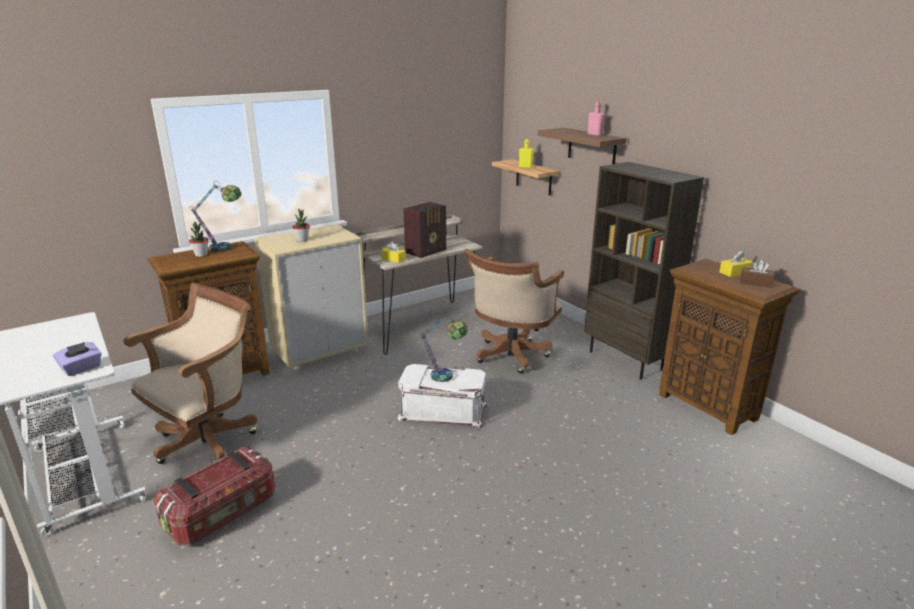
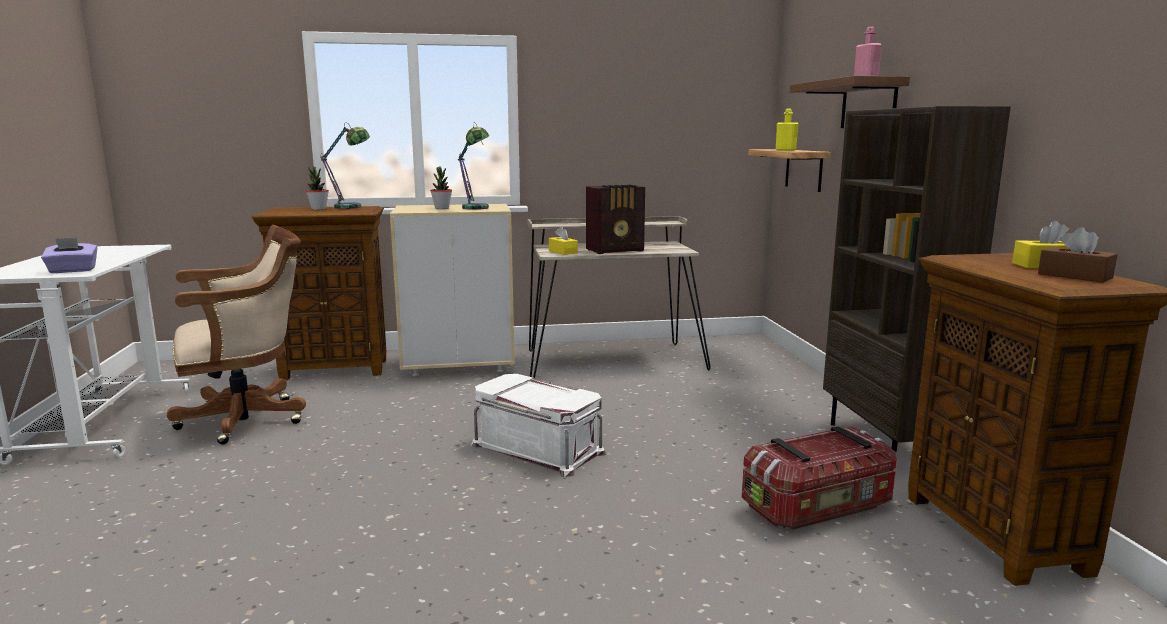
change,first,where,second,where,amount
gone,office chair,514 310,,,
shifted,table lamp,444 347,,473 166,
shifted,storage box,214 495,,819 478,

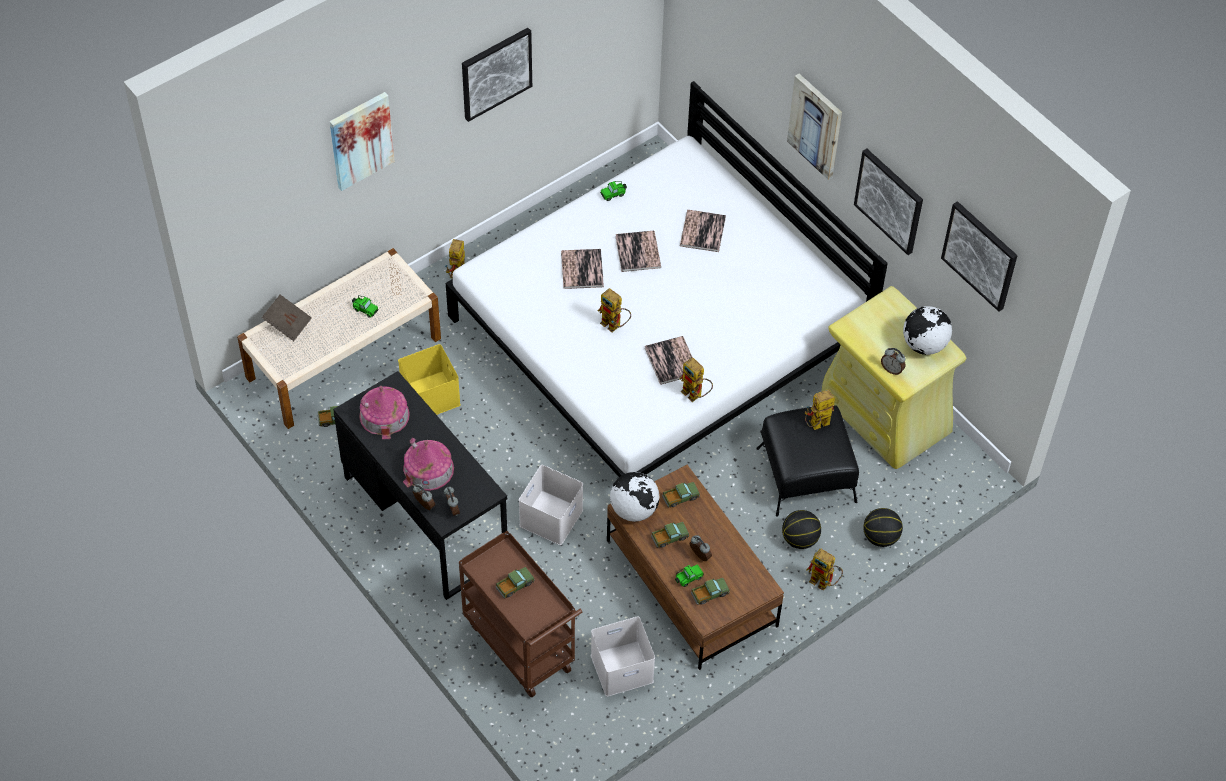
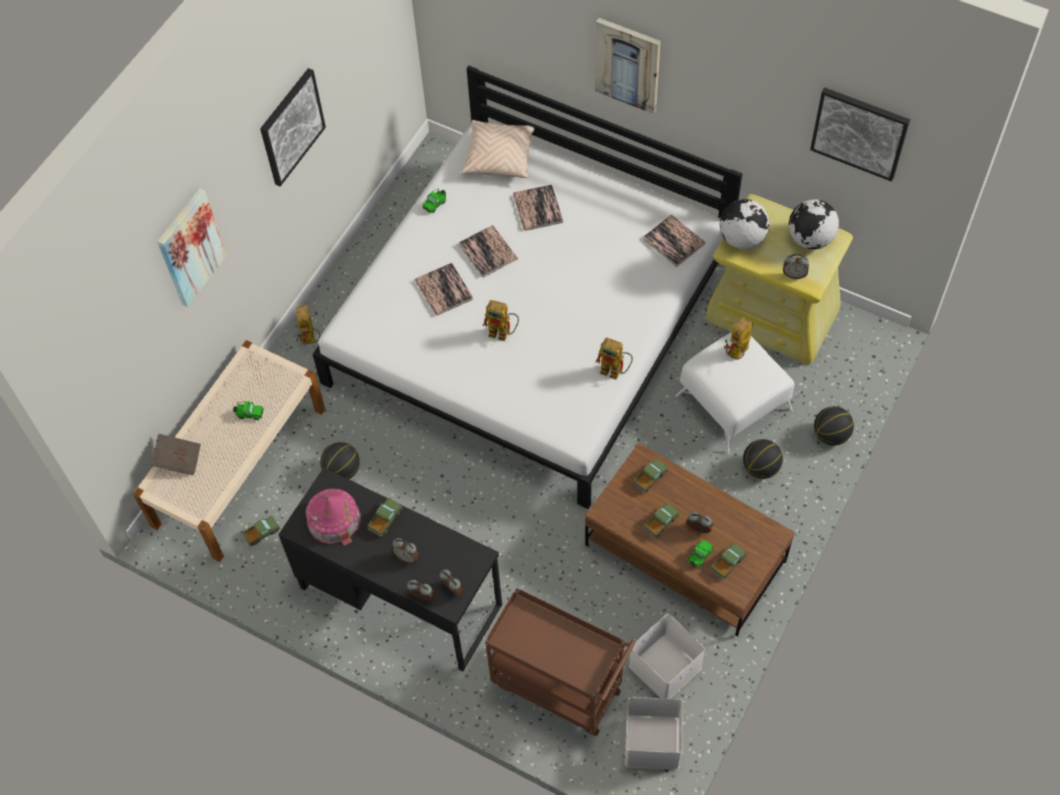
change,first,where,second,where,amount
gone,picture,888 202,,,
shifted,book,668 360,,674 241,
swapped,yellow storage box,429 379,basketball,340 460,
repainted,black ottoman,807 461,white ottoman,735 393,
swapped,toy house,428 464,alarm clock,405 551,
shifted,white storage box,551 505,,654 733,
shifted,globe,635 497,,745 224,
gone,toy robot,824 570,,,
shifted,toy truck,515 582,,385 517,
new,,,beige pillow,497 149,

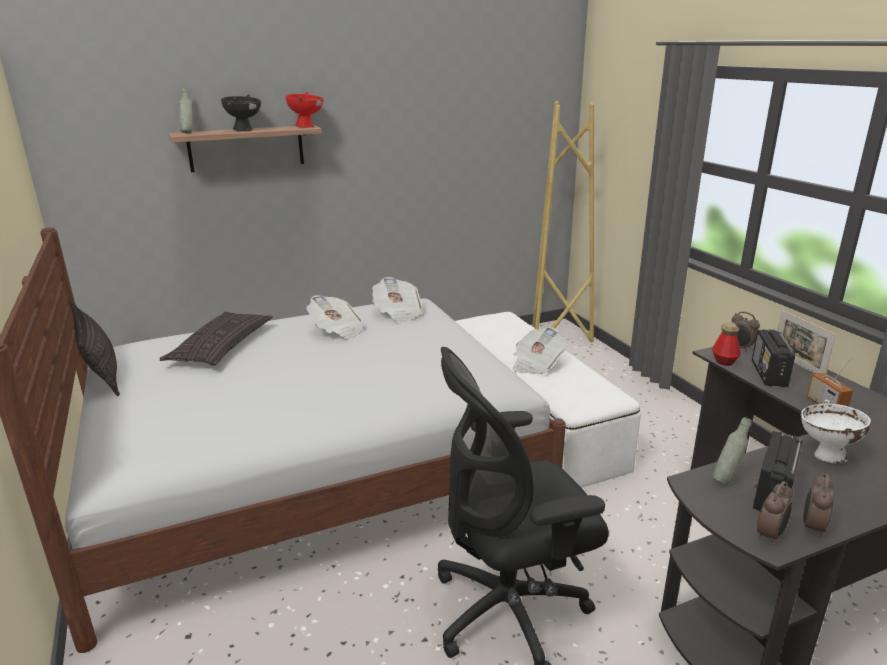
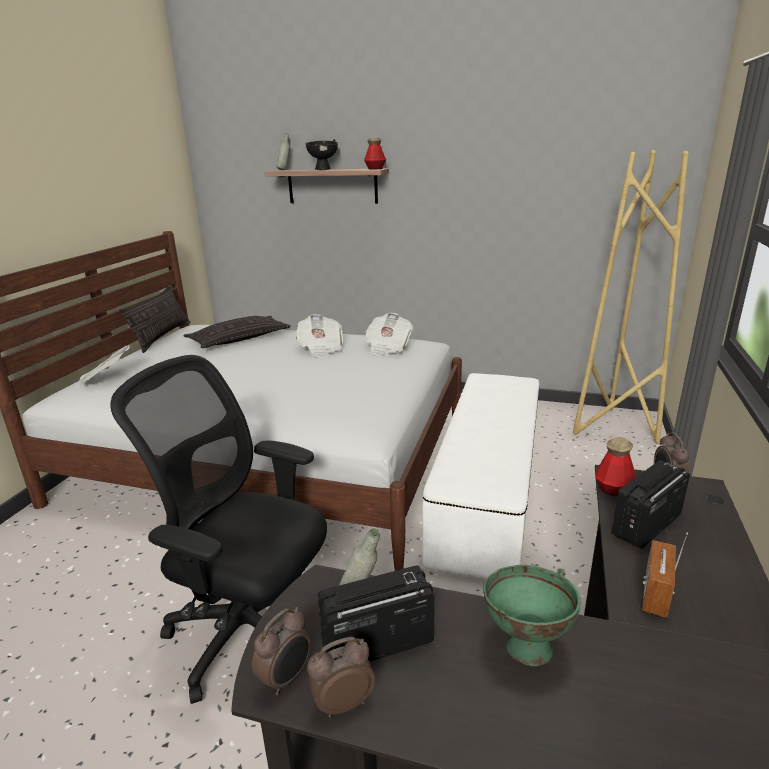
change,first,where,second,where,amount
swapped,red bowl,305 110,bottle,375 154,
gone,picture frame,806 342,,,
shifted,newspaper,540 350,,105 365,
repainted,white bowl,836 431,green bowl,532 615,
rotated,alarm clock,775 513,,281 651,45 degrees counterclockwise

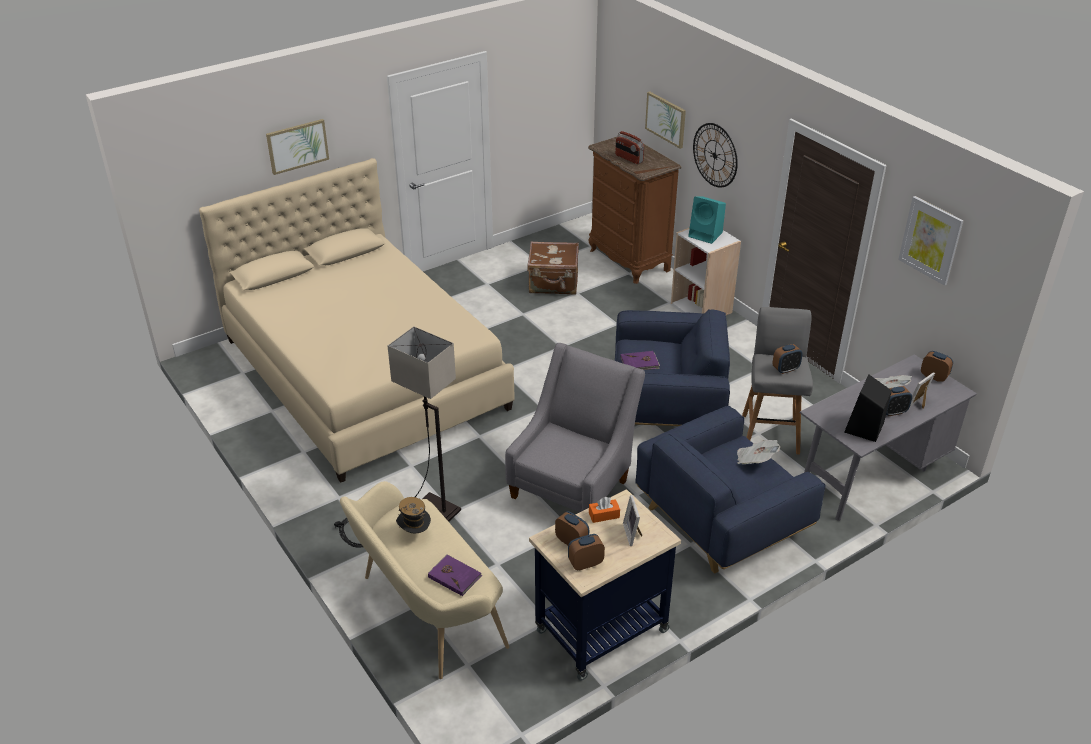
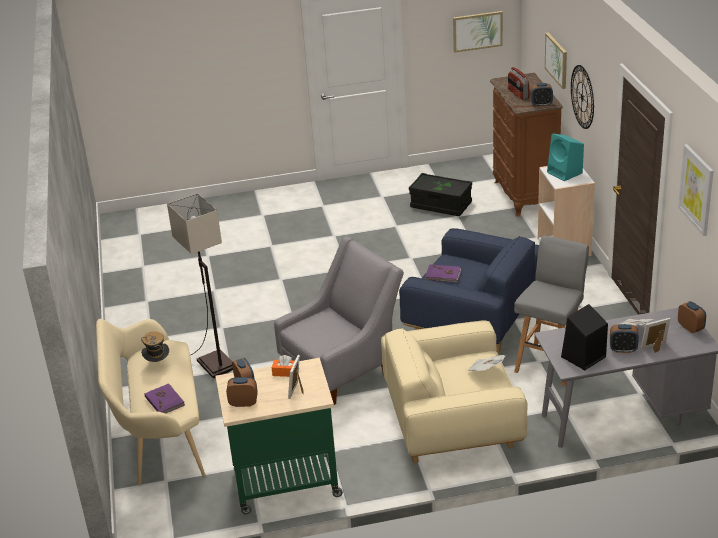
change,first,where,second,where,amount
shifted,picture,297 147,,478 32,
gone,beige bed,357 320,,,
swapped,brown suitcase,553 268,black storage box,440 194,
shifted,alarm clock,787 359,,542 95,
repainted,blue armchair,730 489,beige armchair,454 391,
repainted,blue cart,605 585,green cart,279 436,

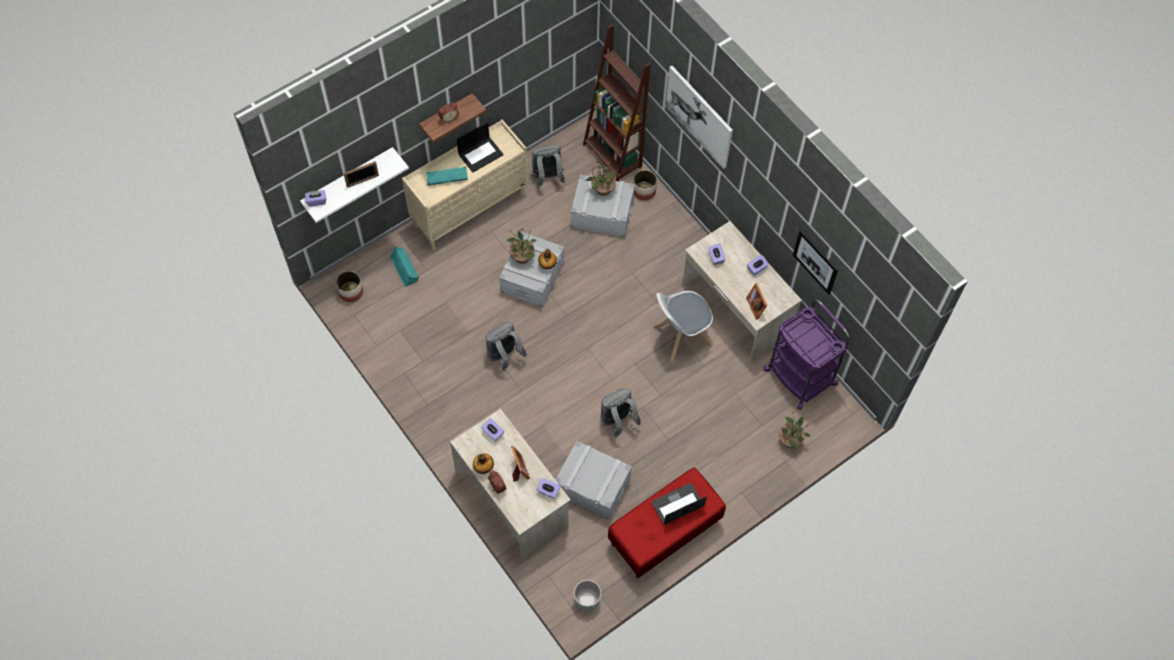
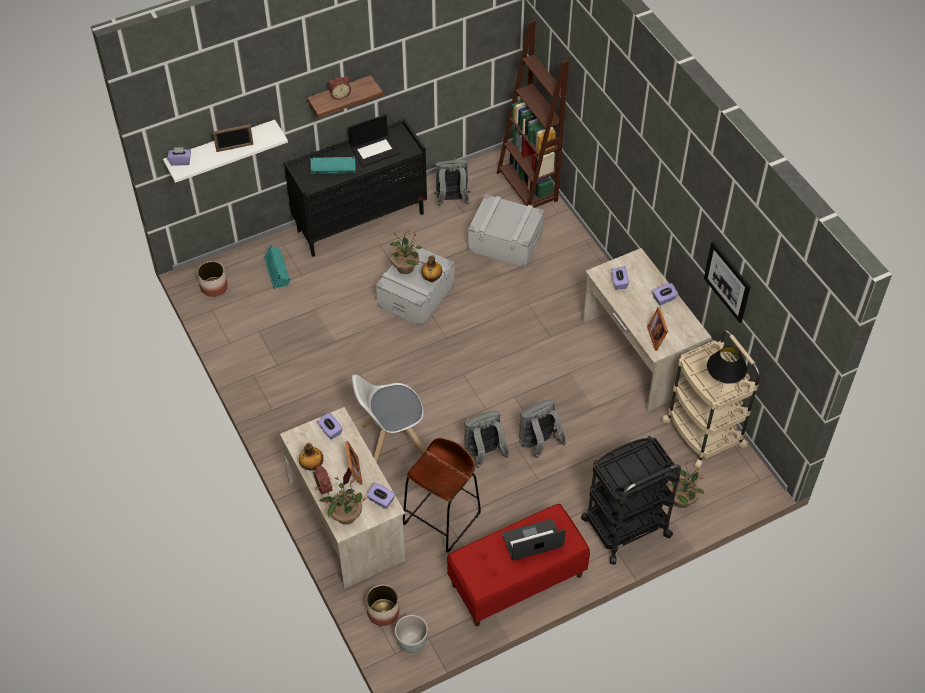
change,first,where,second,where,amount
gone,picture,699 117,,,
repainted,beige cabinet,465 184,black cabinet,355 188,
shifted,potted plant,603 178,,342 500,
shifted,planter,645 185,,382 605,
shifted,chair,683 326,,389 419,
repainted,purple cart,807 354,beige cart,711 399,
shifted,grey backpack,506 346,,542 429,
swapped,grey storage box,593 480,brown stool,442 495,
new,,,black table lamp,727 368,
new,,,black cart,631 500,

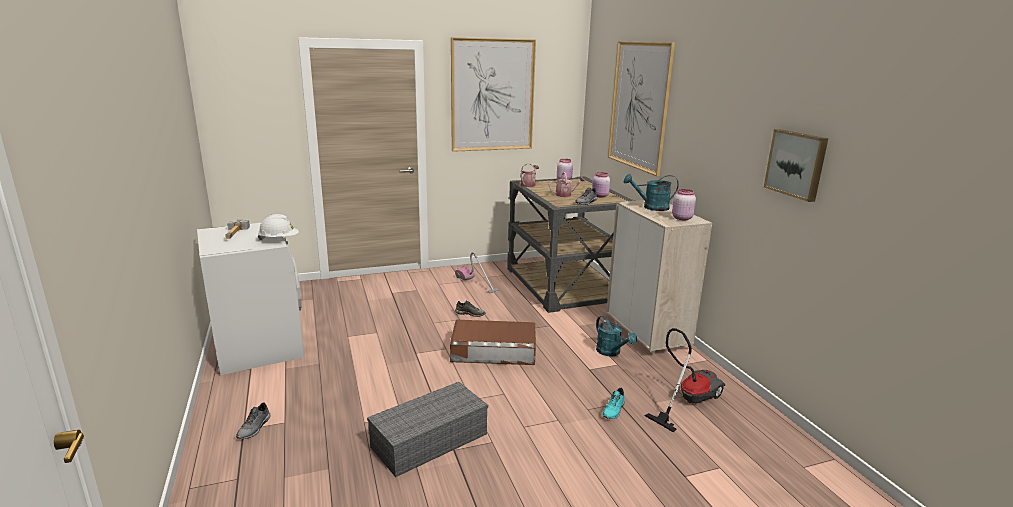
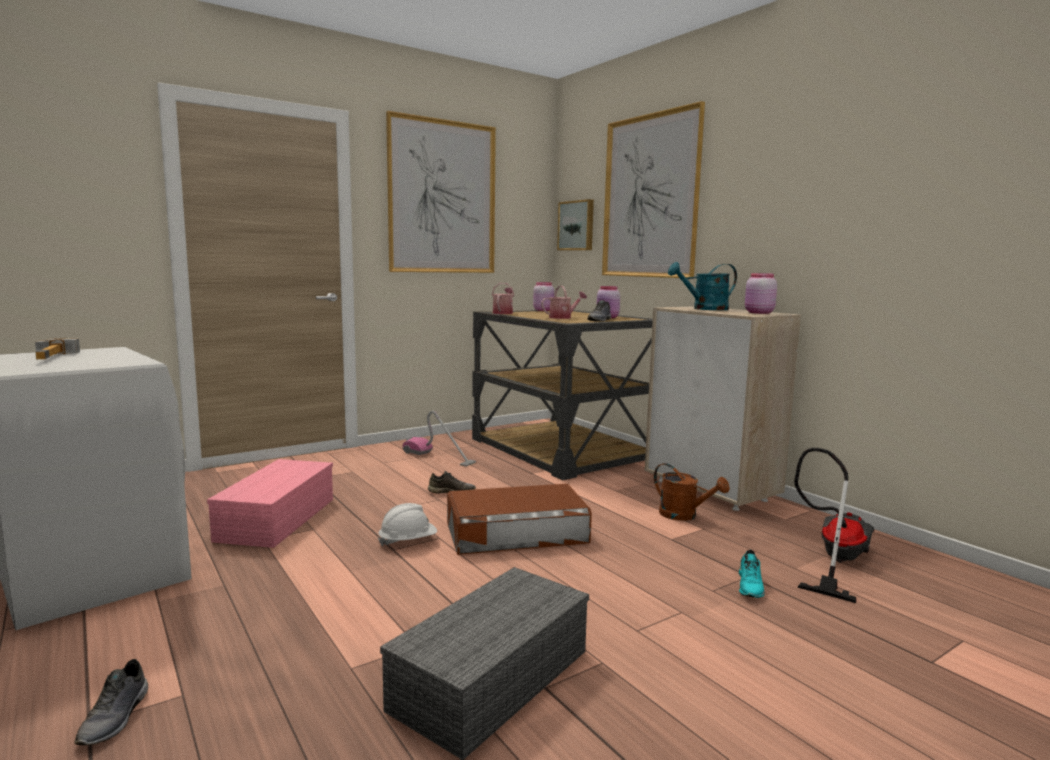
change,first,where,second,where,amount
shifted,picture,796 165,,575 225,
shifted,white hard hat,278 227,,407 525,
repainted,turquoise watering can,616 336,brown watering can,692 492,
new,,,pink storage box,270 503,

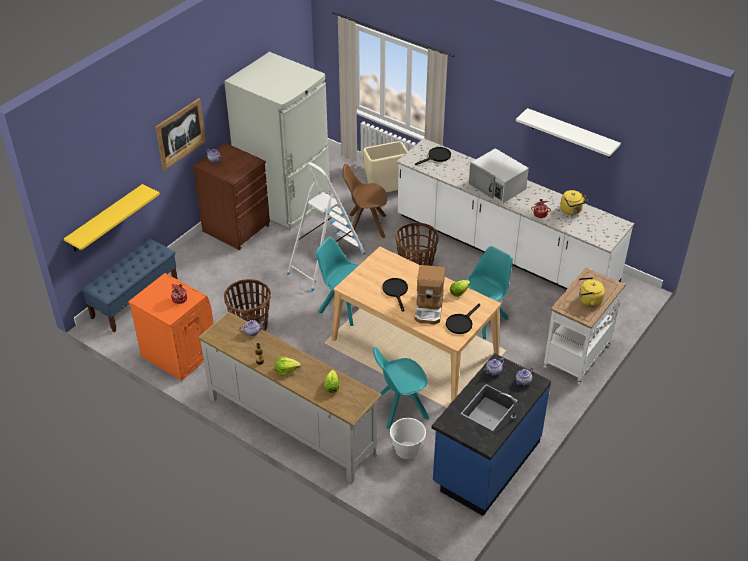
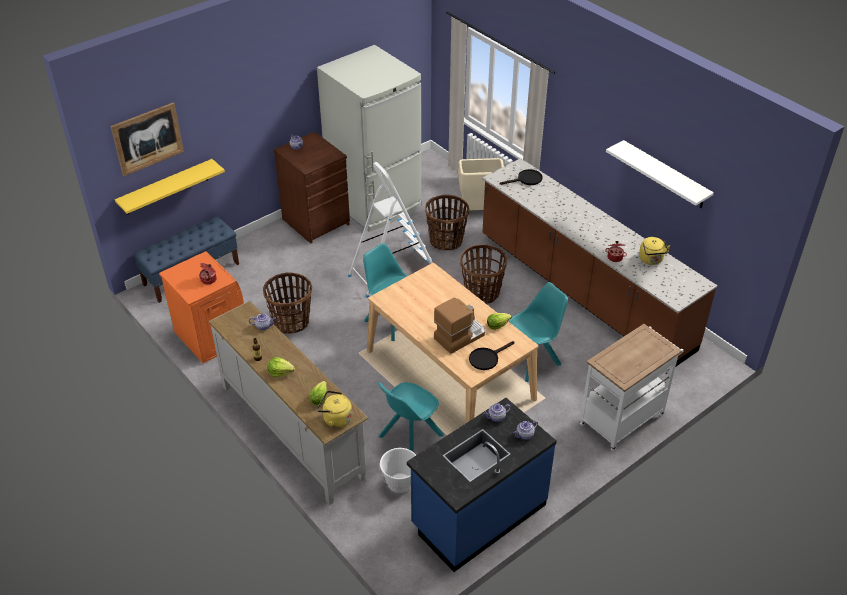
change,first,where,second,where,amount
shifted,picture,180 134,,147 139,
repainted,white counter,515 214,brown counter,600 262,
gone,white microwave,499 176,,,
swapped,brown chair,365 201,basket,447 222,
rotated,coffee machine,430 295,,459 325,150 degrees counterclockwise
shifted,yellow kettle,592 292,,334 409,
gone,black frying pan,395 295,,,
rotated,turquoise chair,401 388,,411 417,45 degrees counterclockwise

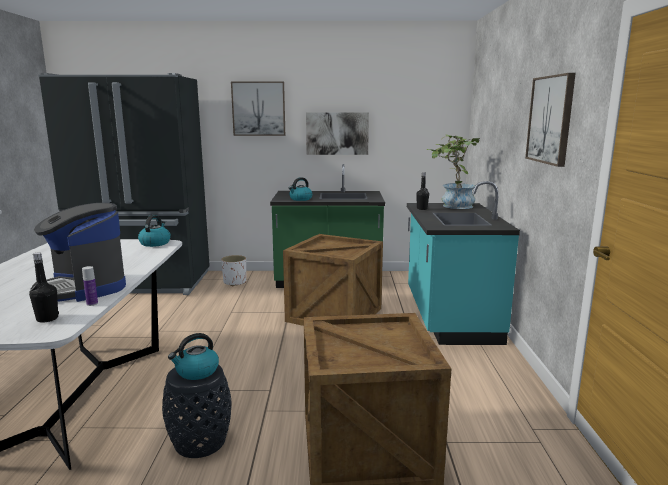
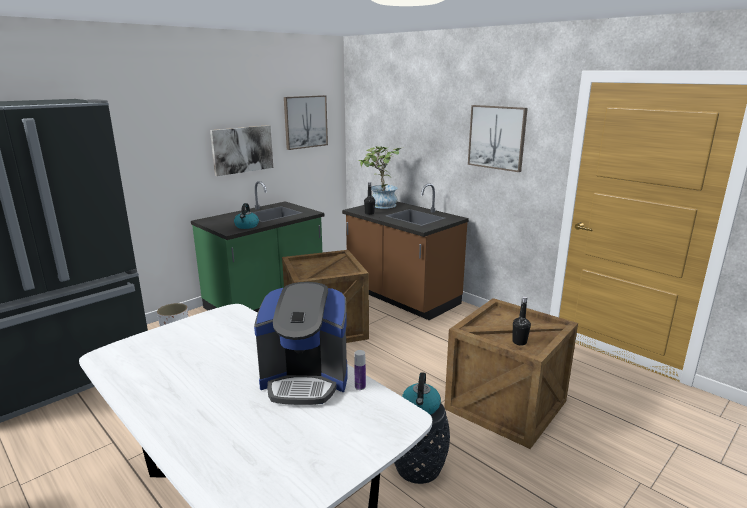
change,first,where,second,where,amount
shifted,picture,258 109,,306 122,
repainted,turquoise counter,463 263,brown counter,405 251,
gone,kettle,154 231,,,
shifted,black bottle,44 287,,522 320,

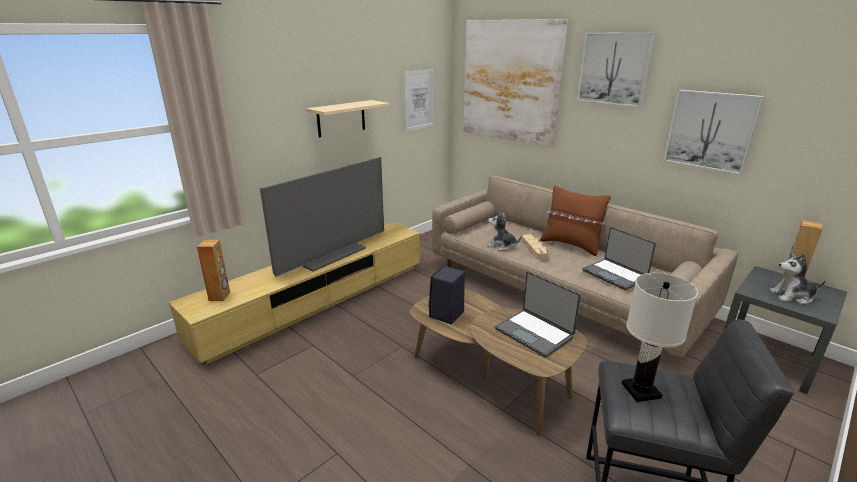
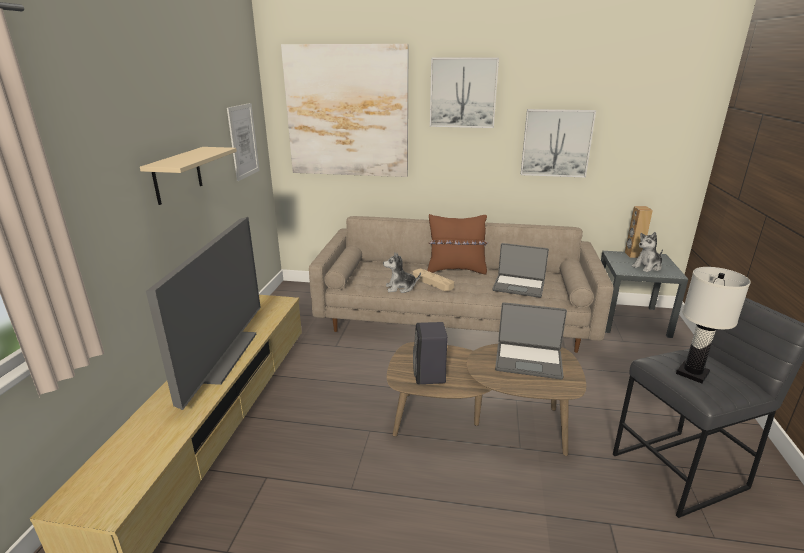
change,first,where,second,where,amount
gone,brown speaker,213 270,,,

